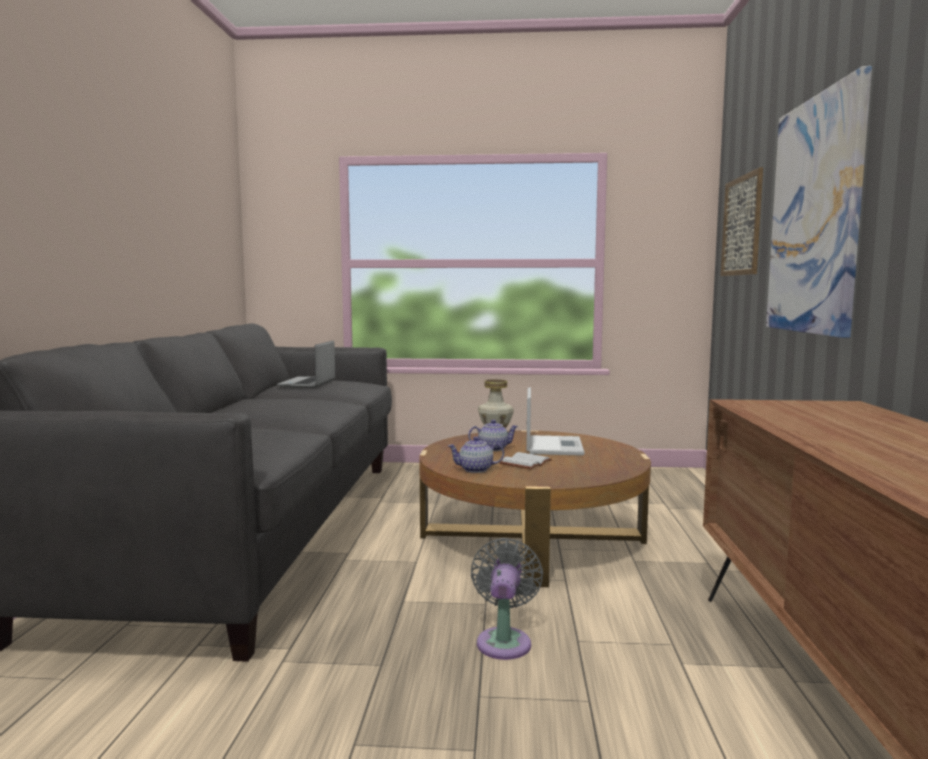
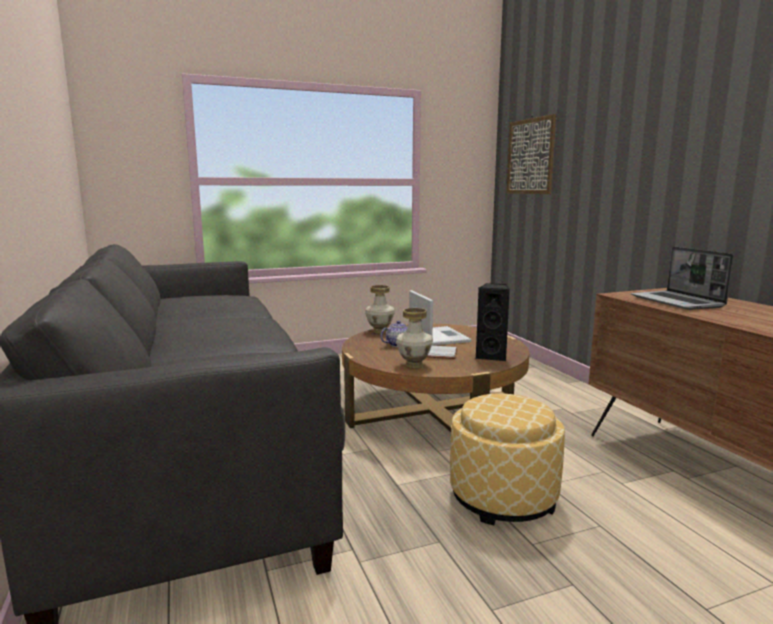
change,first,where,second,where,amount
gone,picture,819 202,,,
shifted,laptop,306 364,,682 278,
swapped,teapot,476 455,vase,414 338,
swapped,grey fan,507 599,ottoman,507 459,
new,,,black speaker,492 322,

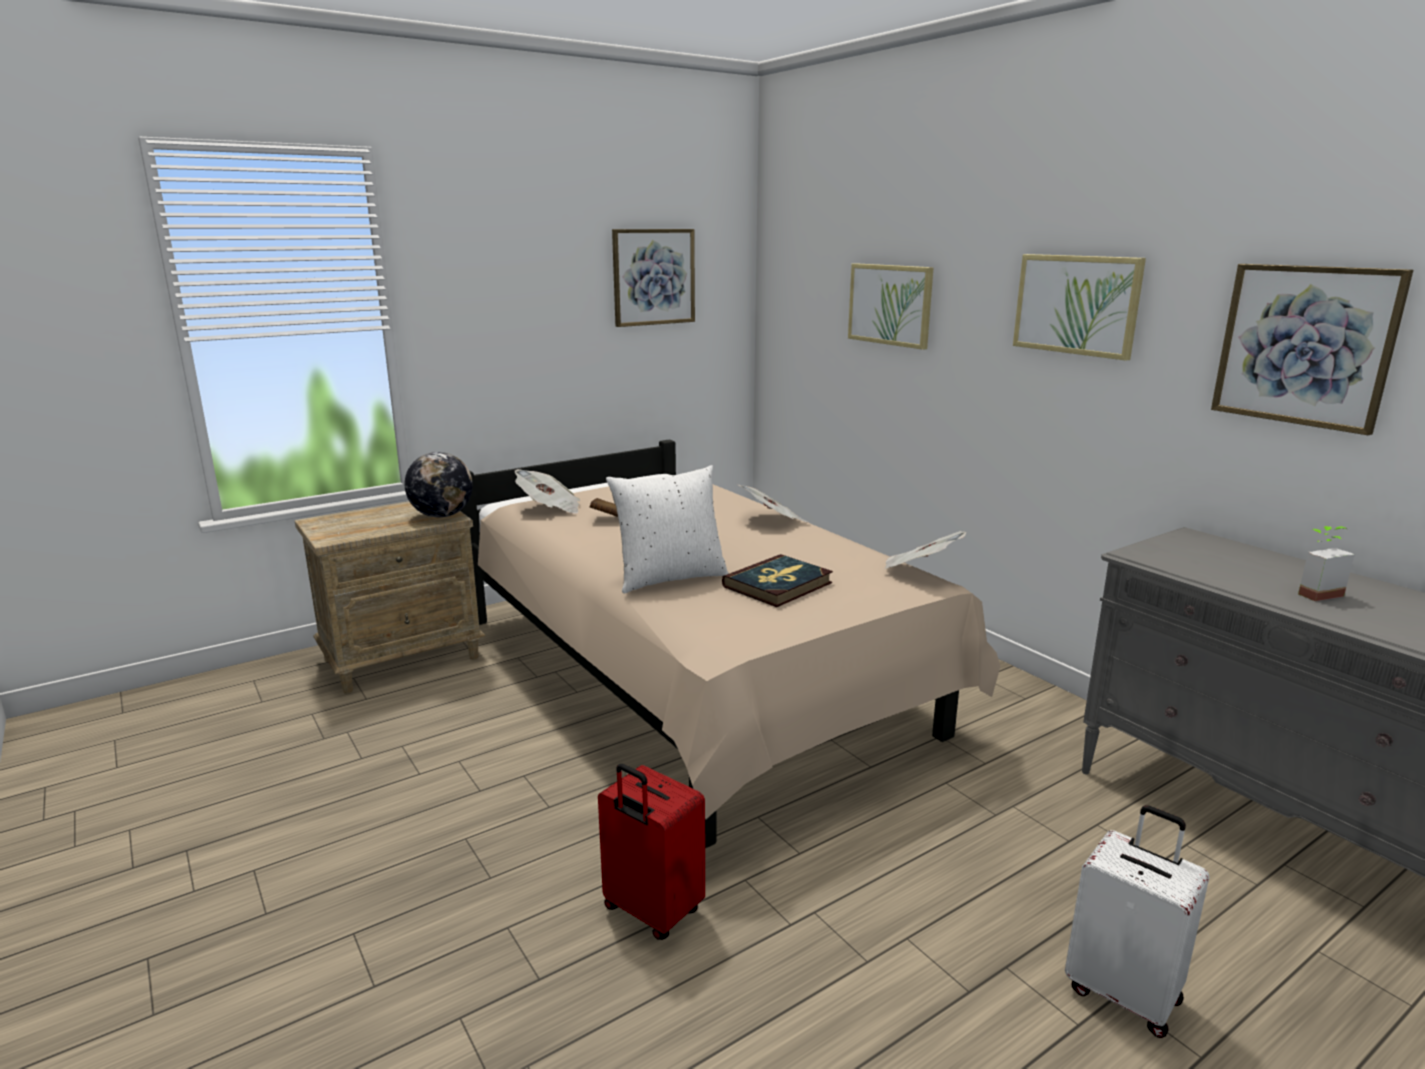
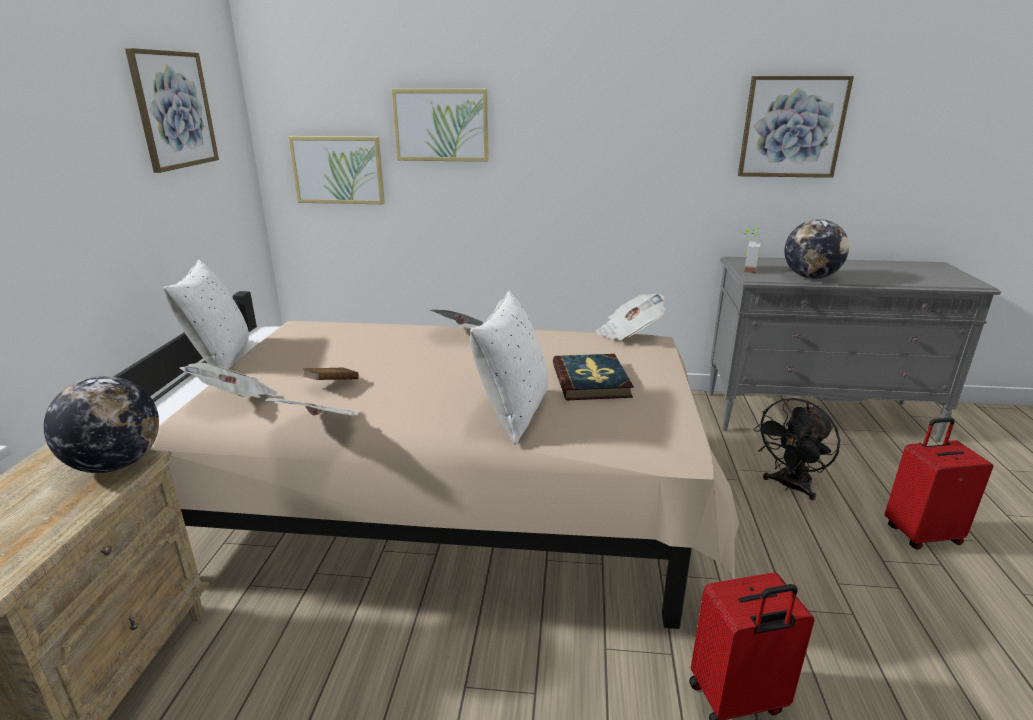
change,first,where,second,where,amount
shifted,picture,1079 307,,336 170,
shifted,potted plant,1326 563,,752 250,
repainted,white suitcase,1137 921,red suitcase,939 484,
new,,,globe,816 249,
new,,,white pillow,206 314,
new,,,newspaper,313 407,
new,,,black fan,797 449,

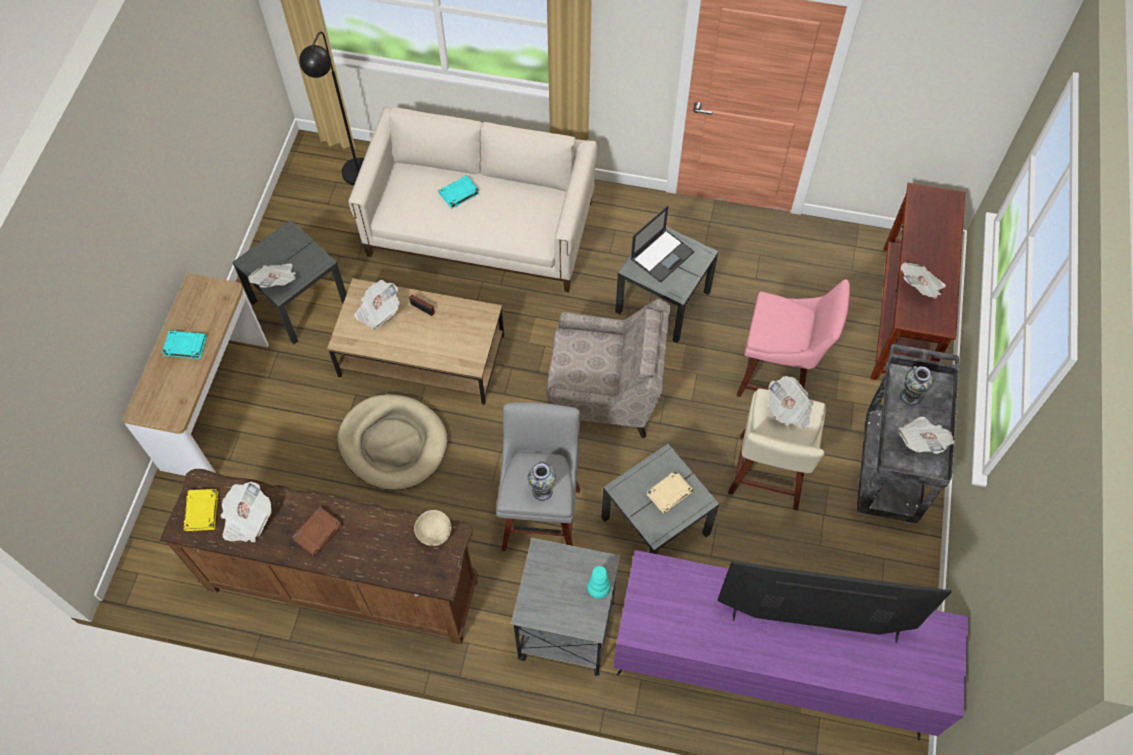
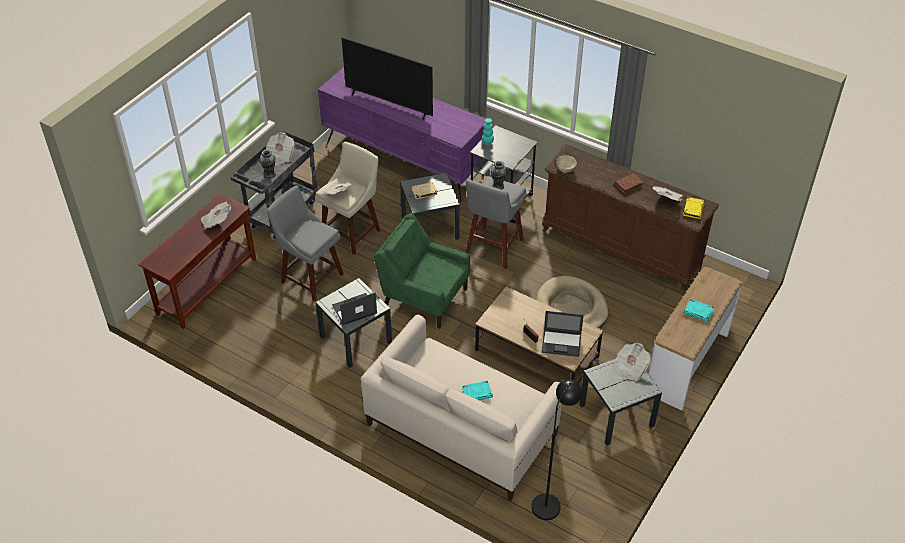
change,first,where,second,where,amount
repainted,pink stool,793 338,grey stool,305 243,
swapped,newspaper,376 305,laptop,563 334,
repainted,beige armchair,608 368,green armchair,422 271,

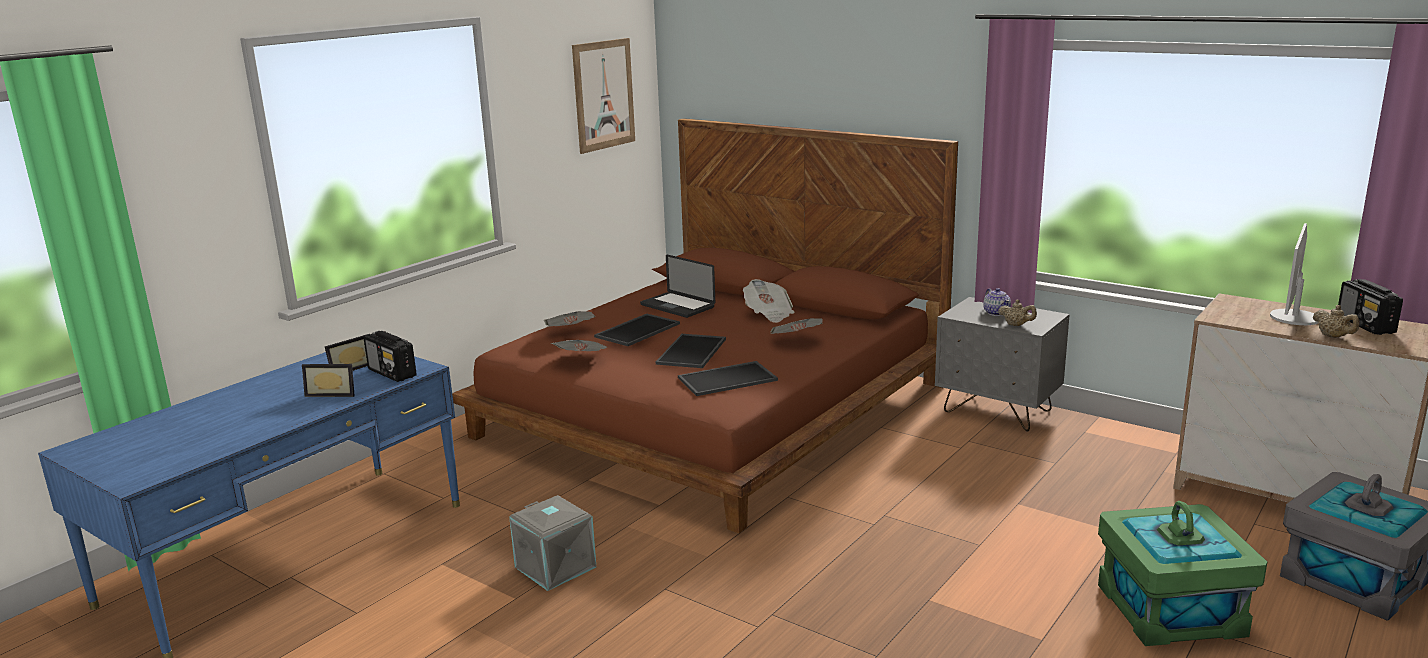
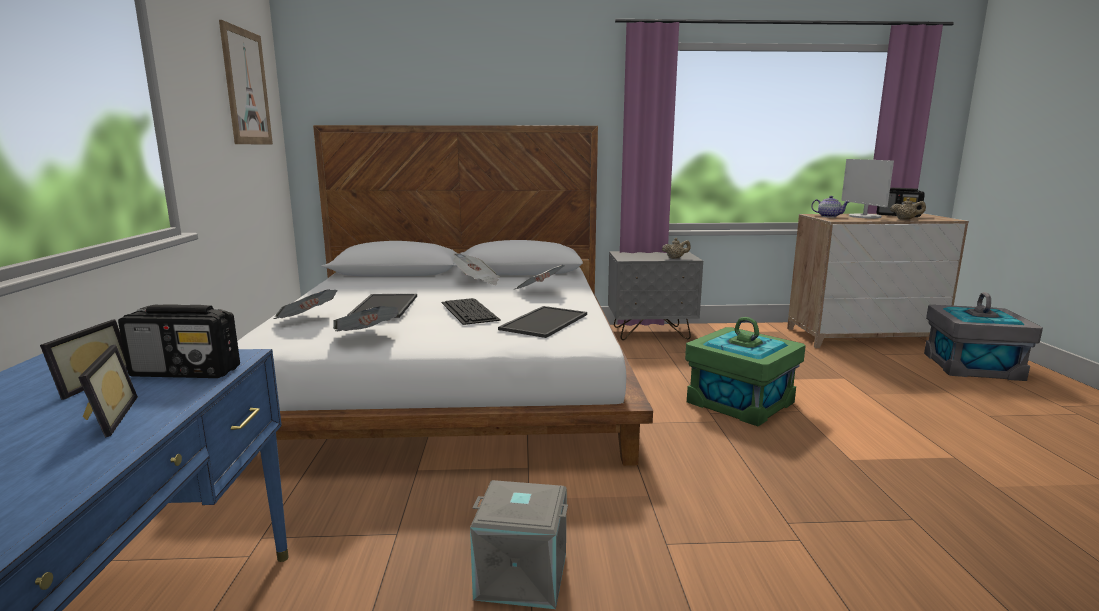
change,first,where,second,where,amount
repainted,brown bed,705 325,white bed,445 295,
gone,laptop,677 286,,,
shifted,teapot,997 302,,830 207,
swapped,tray,691 351,keyboard,471 311,
rotated,picture frame,328 380,,108 391,75 degrees counterclockwise
shifted,green storage box,1182 573,,745 371,

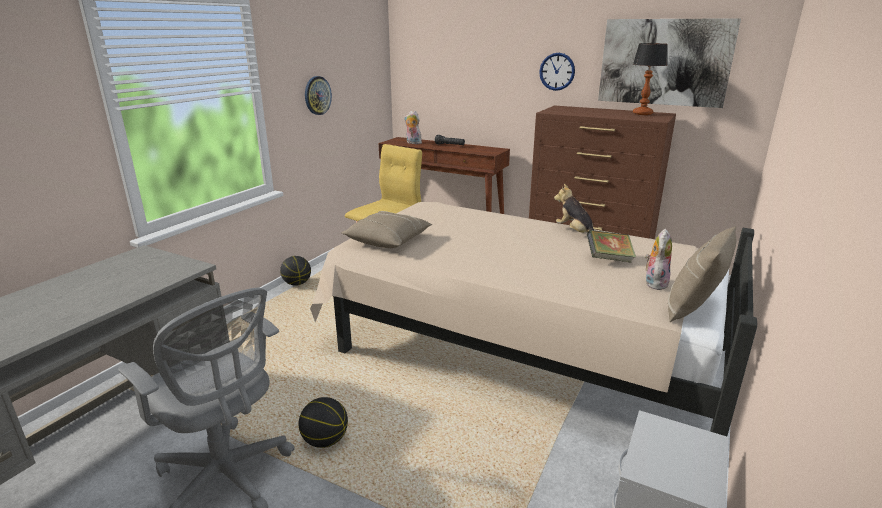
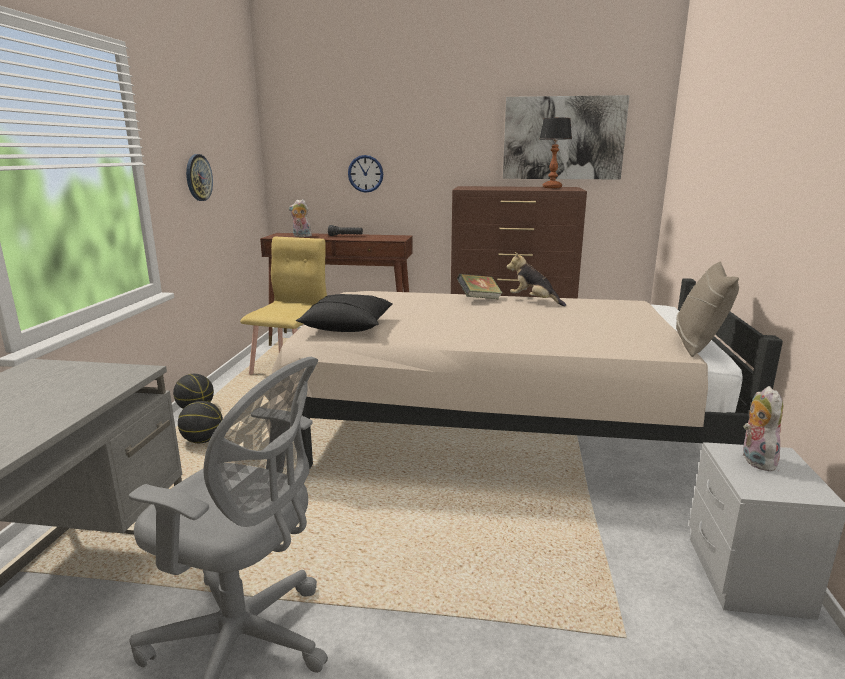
change,first,where,second,where,amount
shifted,wall clock,557 72,,365 174,
repainted,beige pillow,386 229,black pillow,344 313,
shifted,plush toy,658 259,,762 428,
shifted,book,611 246,,480 286,
shifted,basketball,323 422,,200 422,

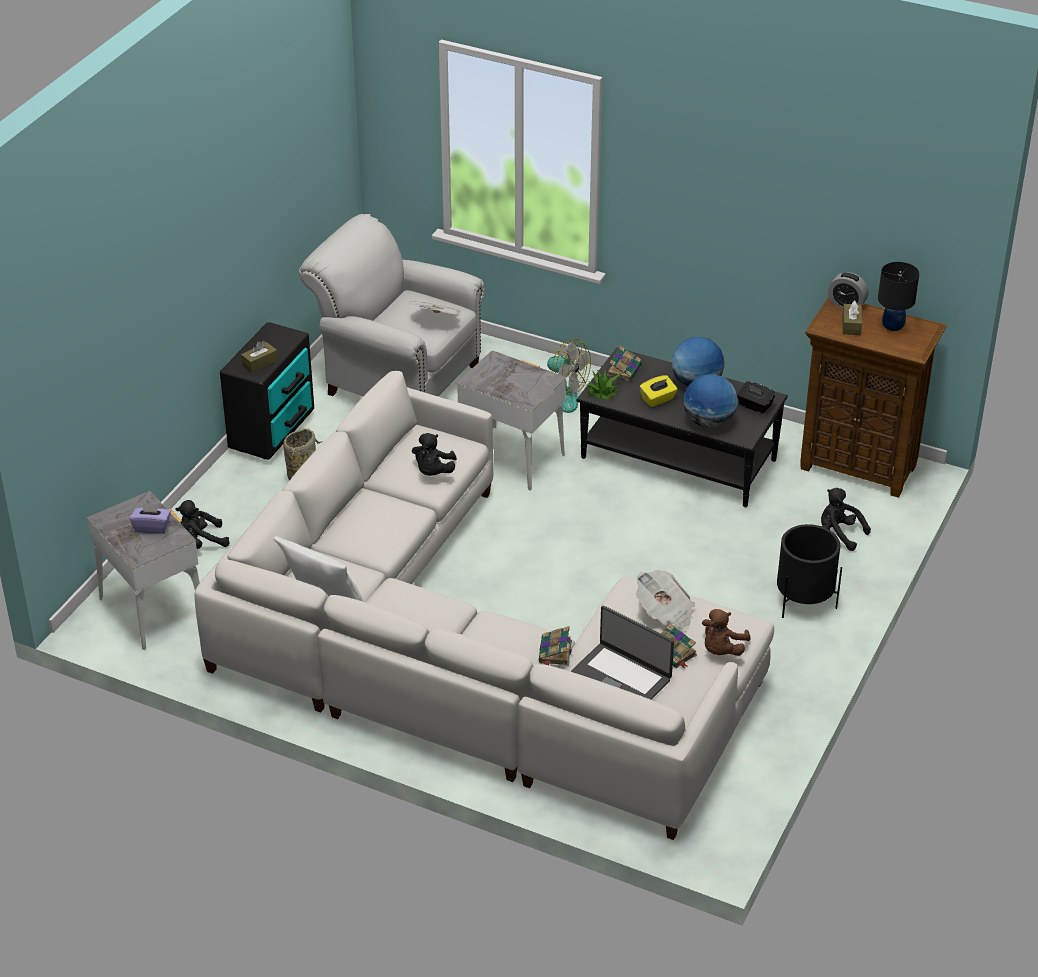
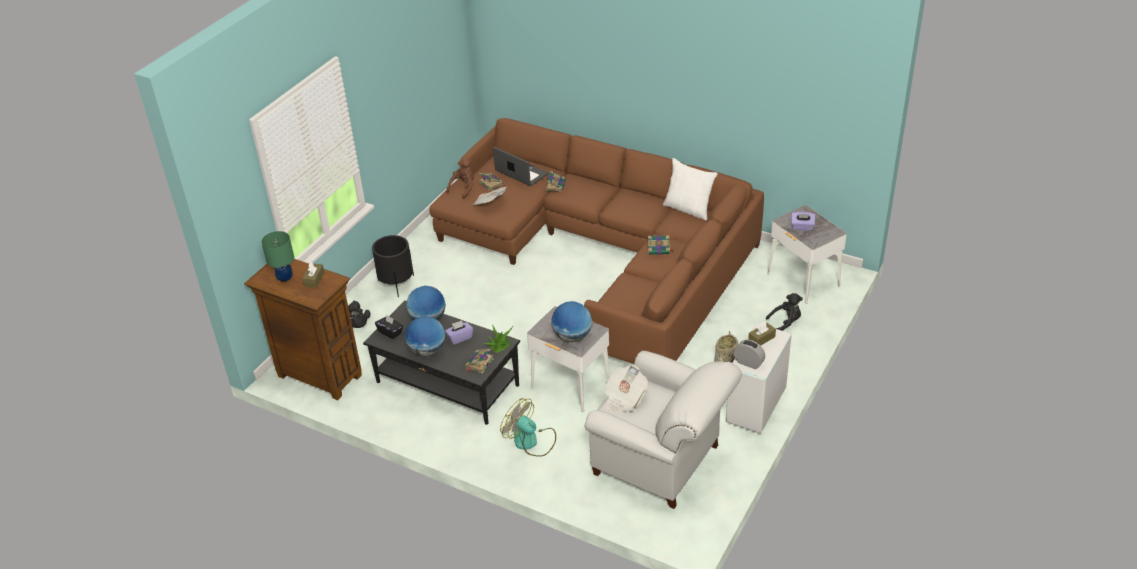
change,first,where,second,where,amount
repainted,black table lamp,898 296,green table lamp,277 256,
shifted,alarm clock,848 289,,749 354,
repainted,black nightstand,267 391,white nightstand,759 378,
repainted,white sofa,484 605,brown sofa,596 241,
repainted,yellow tissue box,658 391,purple tissue box,459 332,
gone,black plush toy,434 454,,,
new,,,book,660 245,
new,,,globe,571 321,

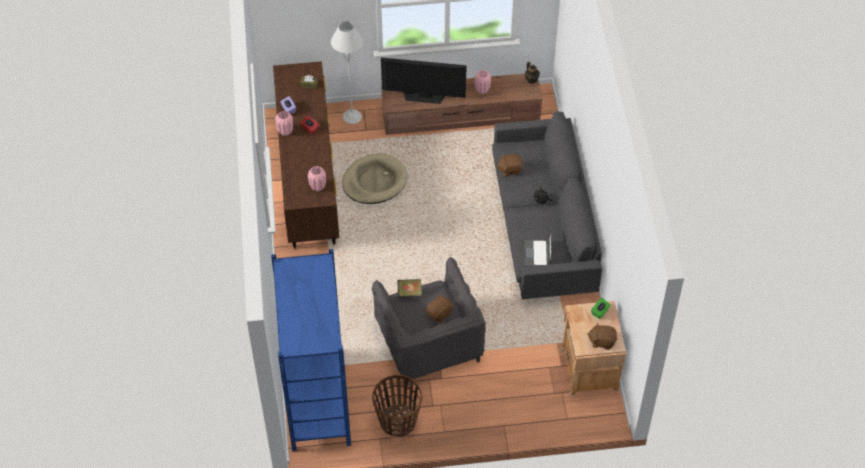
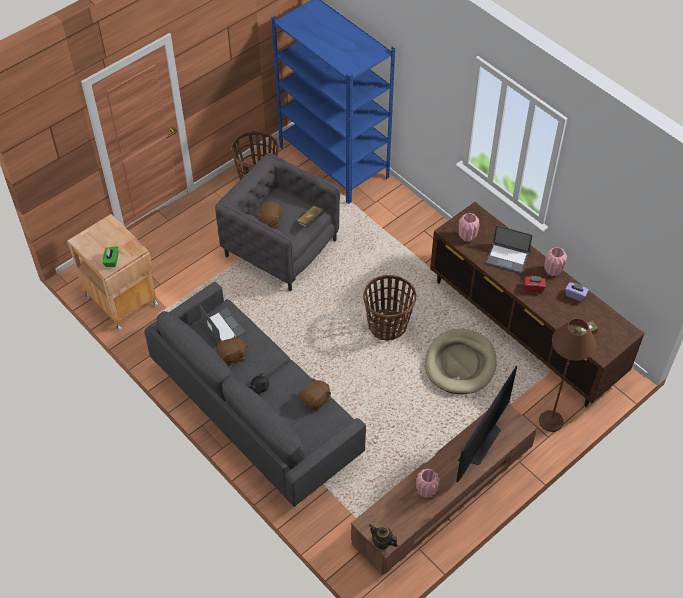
change,first,where,second,where,amount
repainted,grey floor lamp,347 72,brown floor lamp,567 375,
rotated,television,424 81,,486 424,150 degrees clockwise
shifted,brown plush toy,602 336,,232 350,
new,,,laptop,509 249,
new,,,basket,389 308,

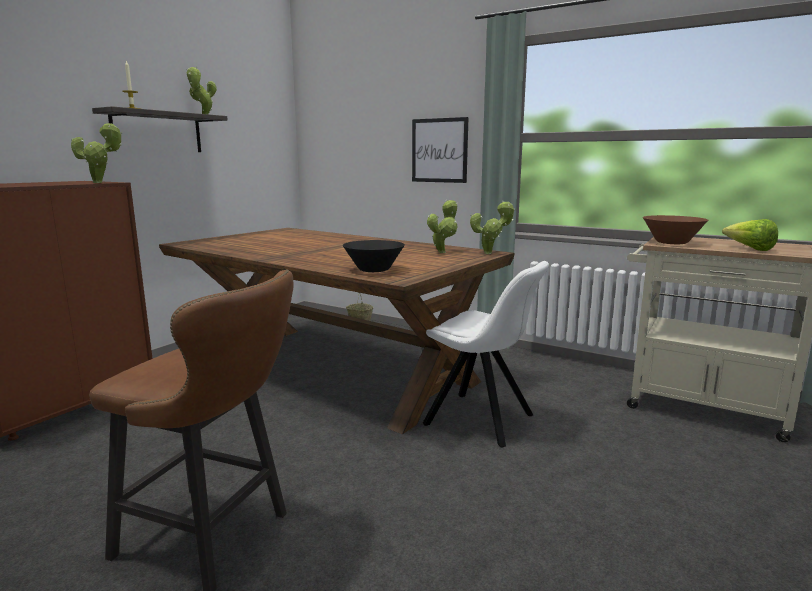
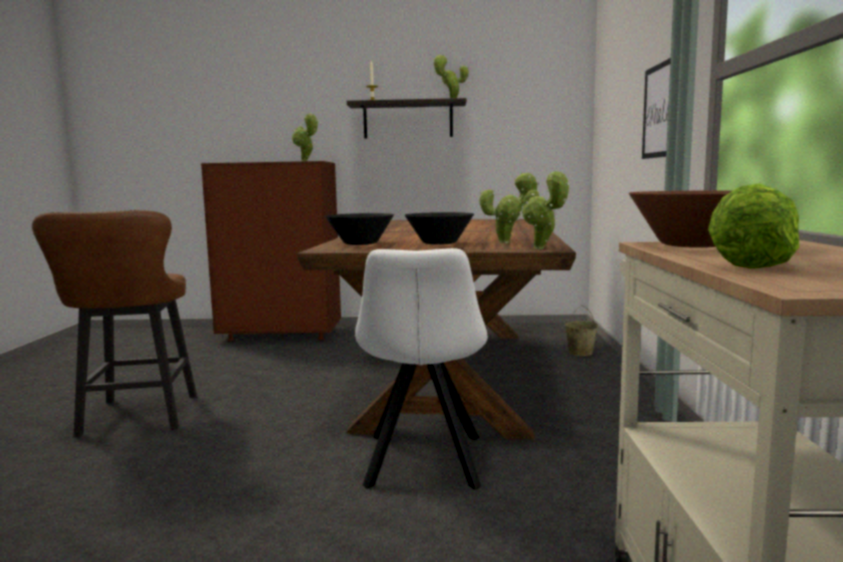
change,first,where,second,where,amount
new,,,black bowl,439 228,

